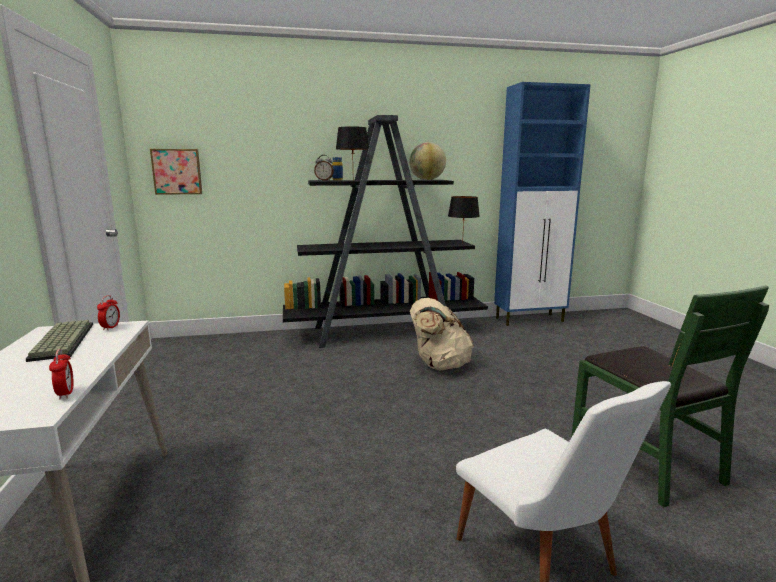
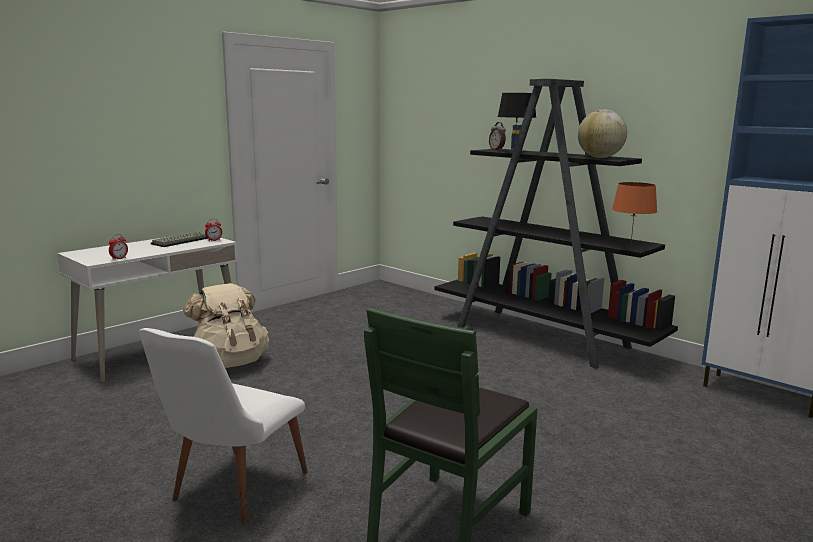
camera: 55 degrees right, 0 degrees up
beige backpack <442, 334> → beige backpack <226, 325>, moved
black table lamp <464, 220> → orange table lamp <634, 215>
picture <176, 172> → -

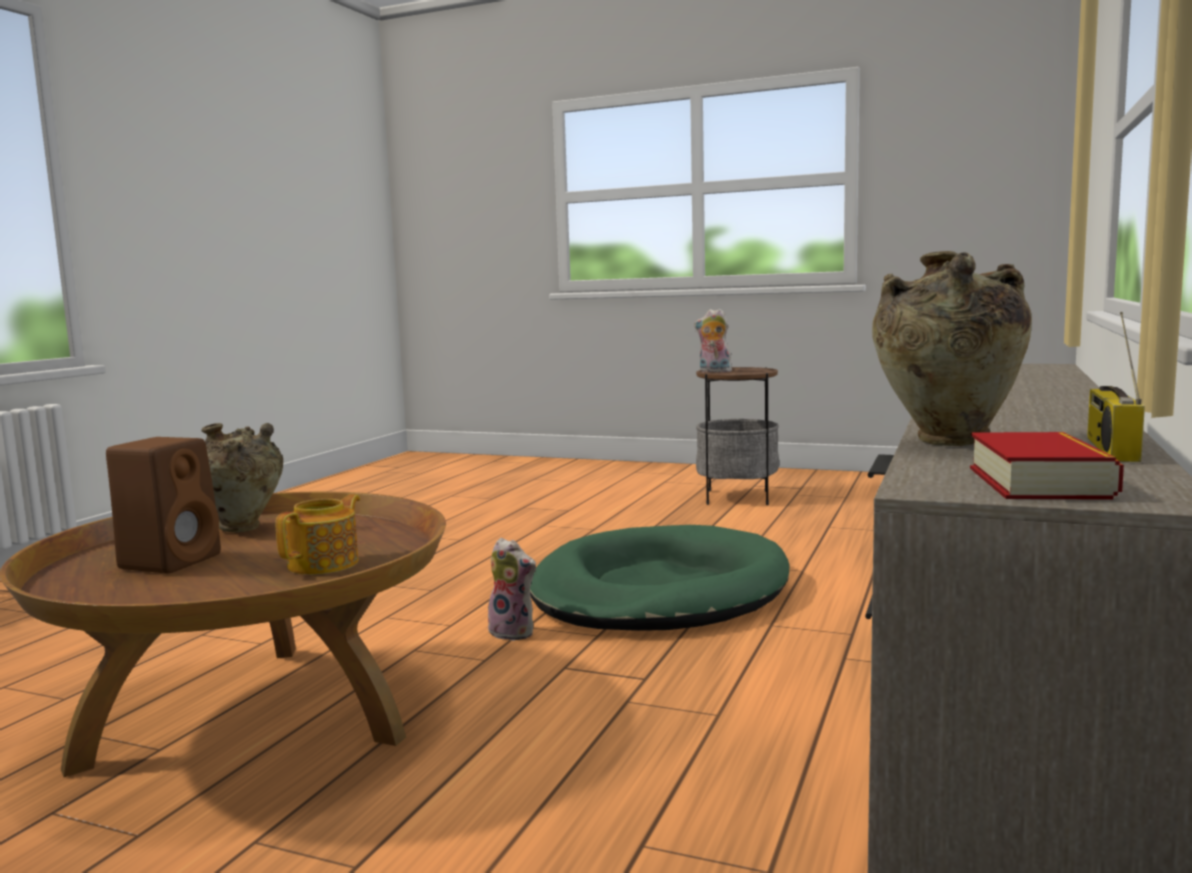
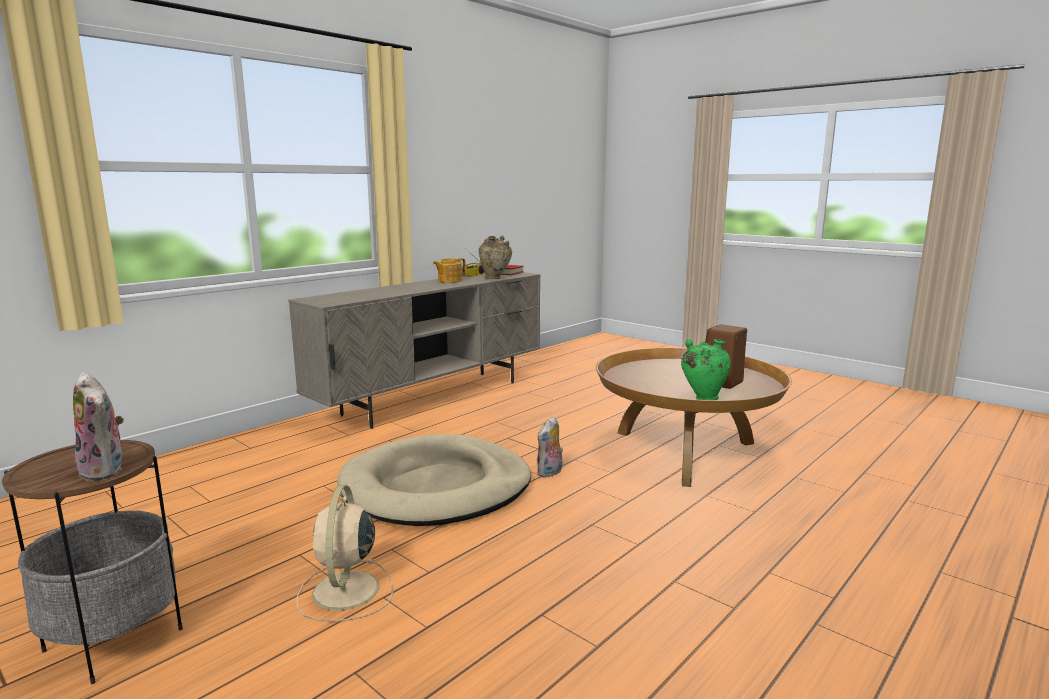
camera: 160 degrees left, 5 degrees up
- → beige fan <345, 553>
green dog bed <659, 578> → beige dog bed <434, 480>
teapot <318, 534> → teapot <449, 270>, moved
plush toy <512, 589> → plush toy <550, 447>, 105 degrees counterclockwise
beige vase <242, 477> → green vase <706, 369>

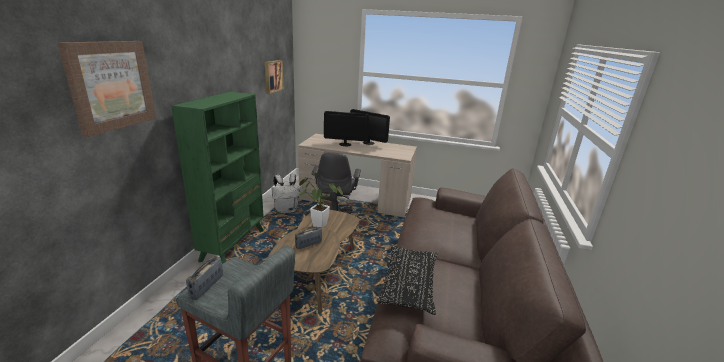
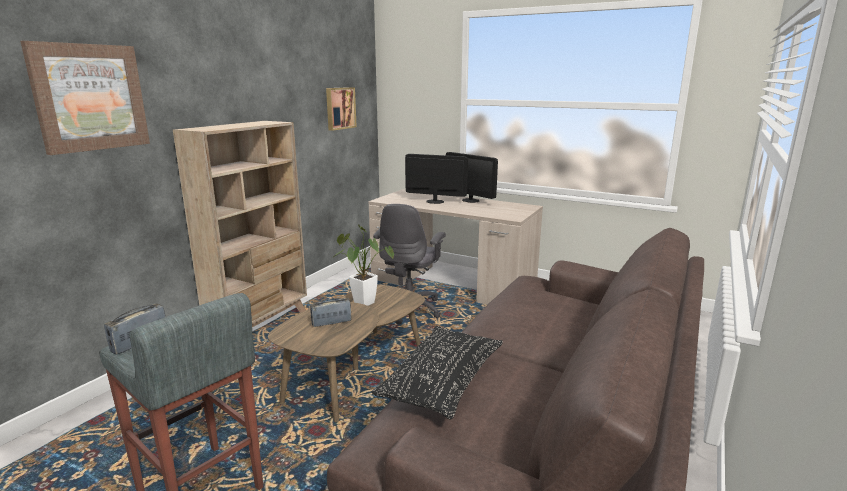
camera: 15 degrees right, 5 degrees down
green bookcase <217, 177> → beige bookcase <240, 224>
white backpack <287, 193> → -

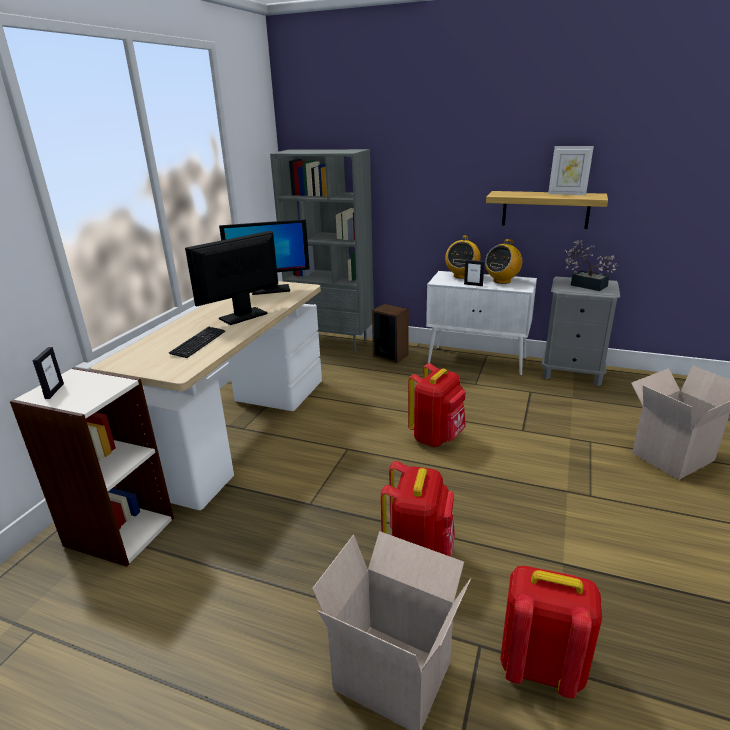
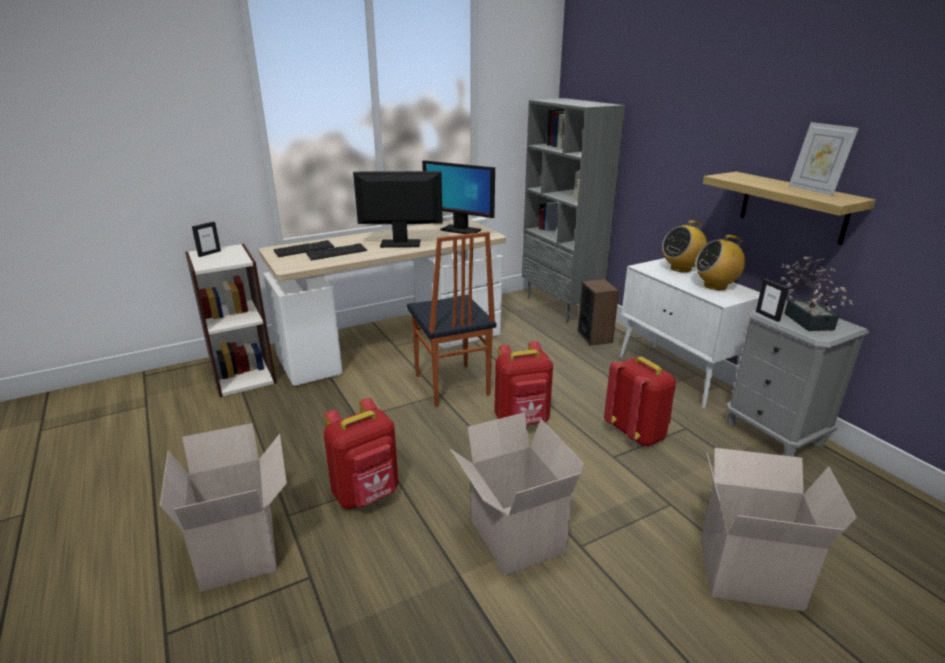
camera: 40 degrees right, 0 degrees up
- → keyboard <303, 248>
- → chair <452, 319>
- → cardboard box <517, 494>
red backpack <551, 632> → red backpack <640, 401>, moved
picture frame <474, 273> → picture frame <772, 300>, moved

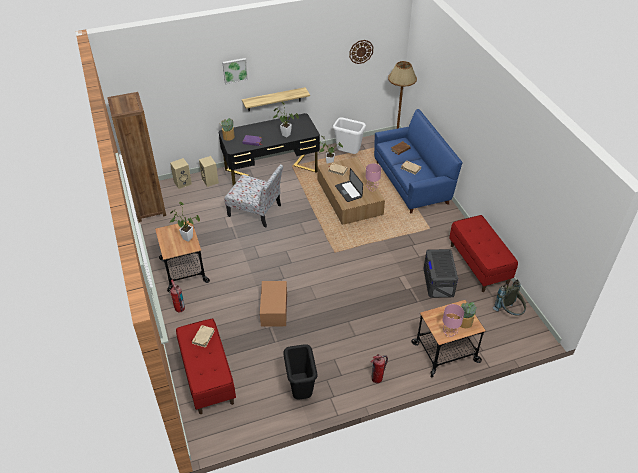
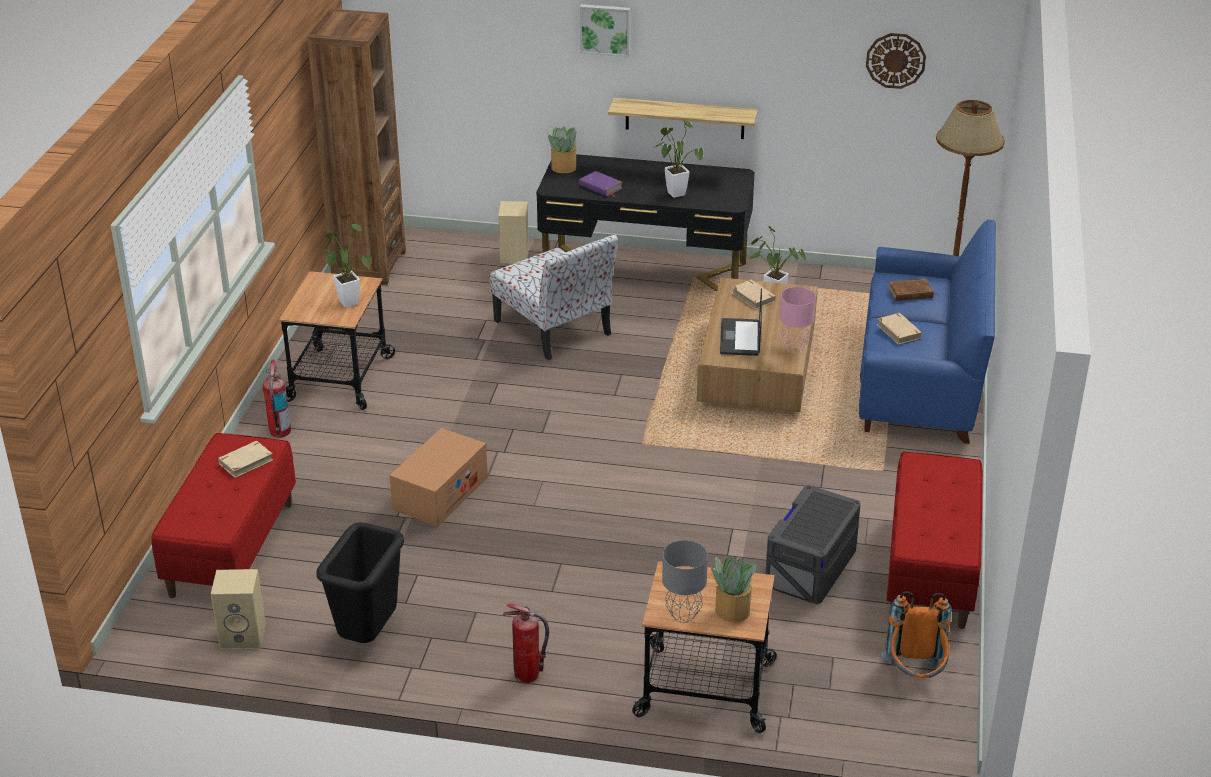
camera: 30 degrees right, 10 degrees down
beige speaker <181, 173> → beige speaker <238, 609>, moved
pink table lamp <453, 320> → grey table lamp <685, 581>
grey backpack <509, 297> → orange backpack <916, 634>
white trash can <349, 135> → -

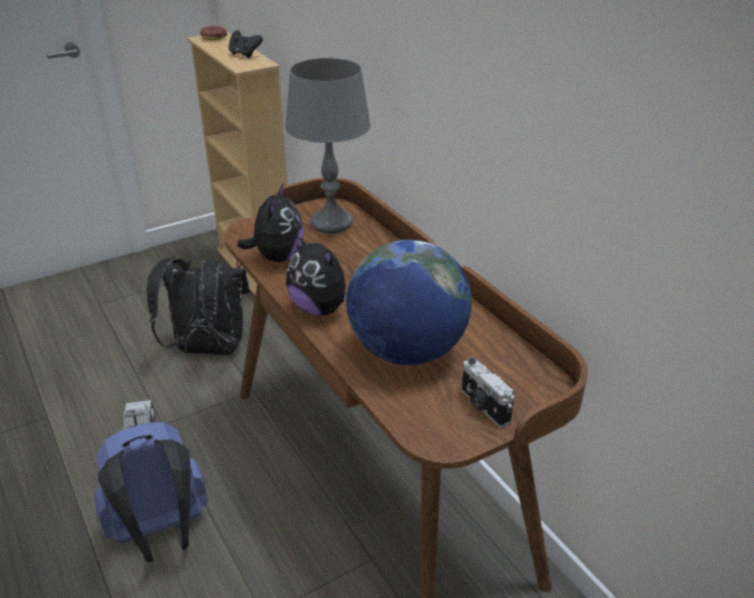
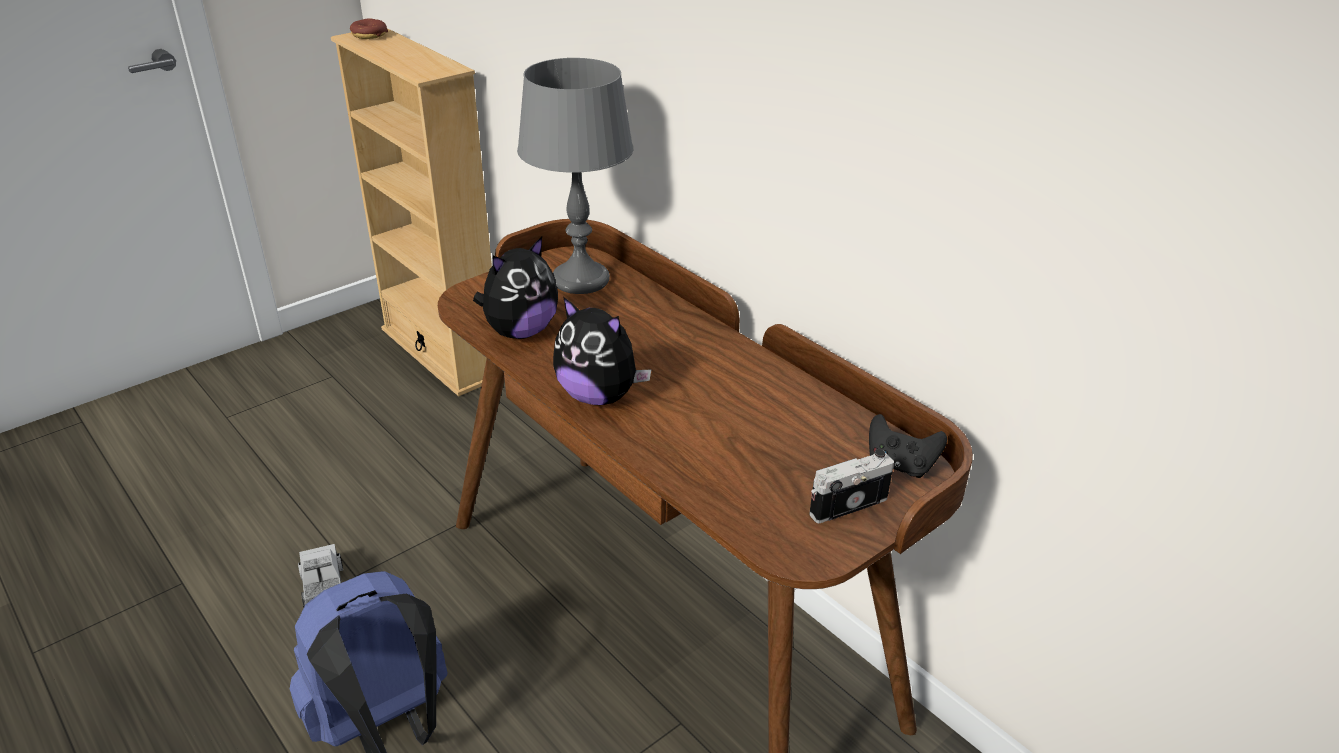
camera: 10 degrees left, 0 degrees up
plush toy <270, 222> → plush toy <515, 288>, 45 degrees clockwise
photo camera <488, 392> → photo camera <851, 486>, 105 degrees clockwise
black game controller <246, 44> → black game controller <908, 446>, moved
black backpack <198, 305> → -
globe <409, 302> → -

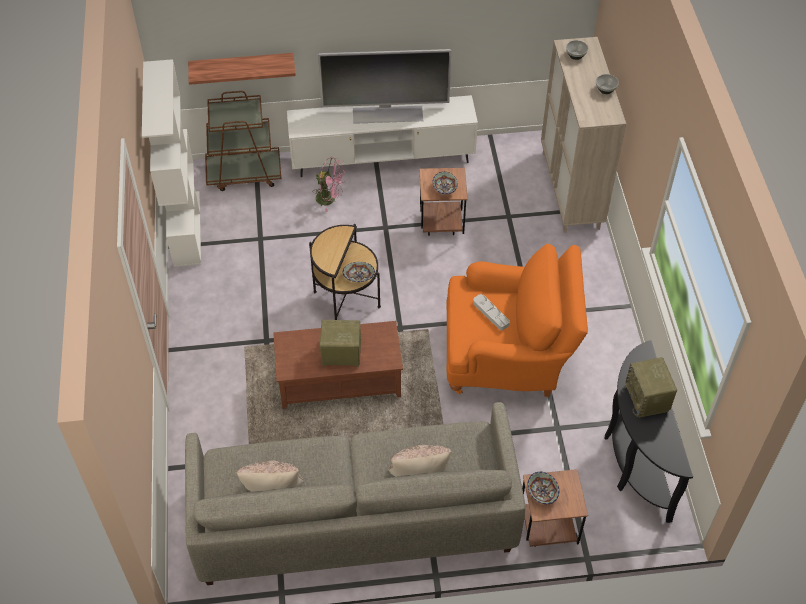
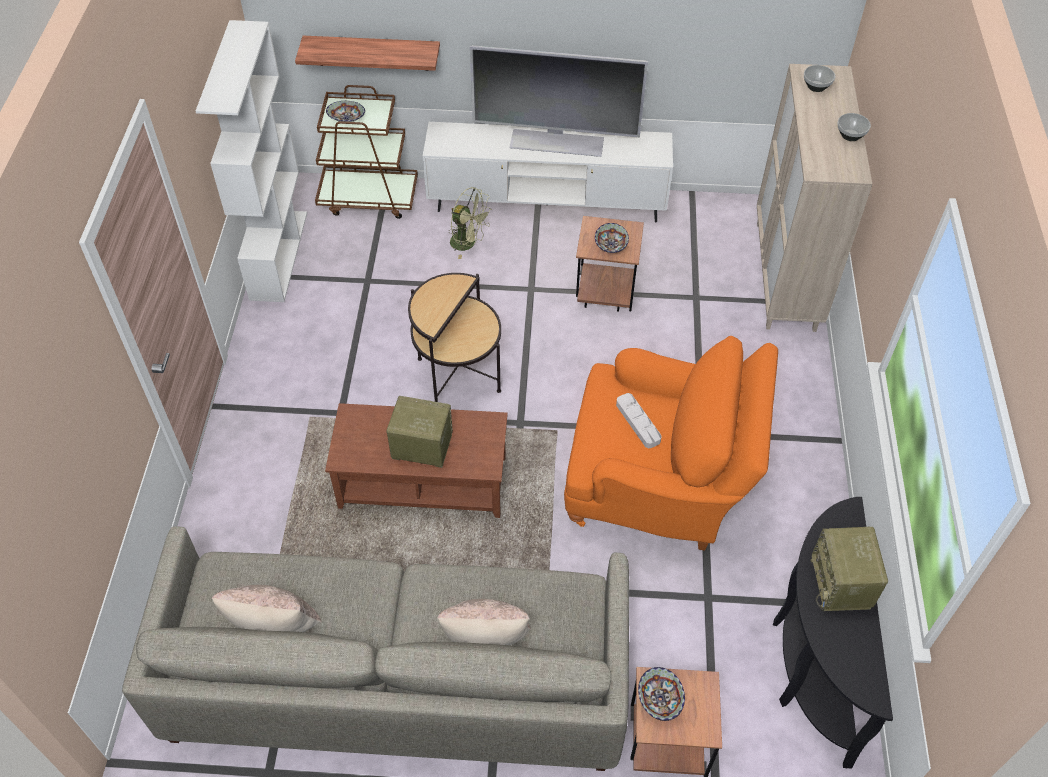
camera: 10 degrees right, 0 degrees up
bowl <359, 272> → bowl <345, 111>, moved
pink fan <329, 184> → green fan <470, 223>

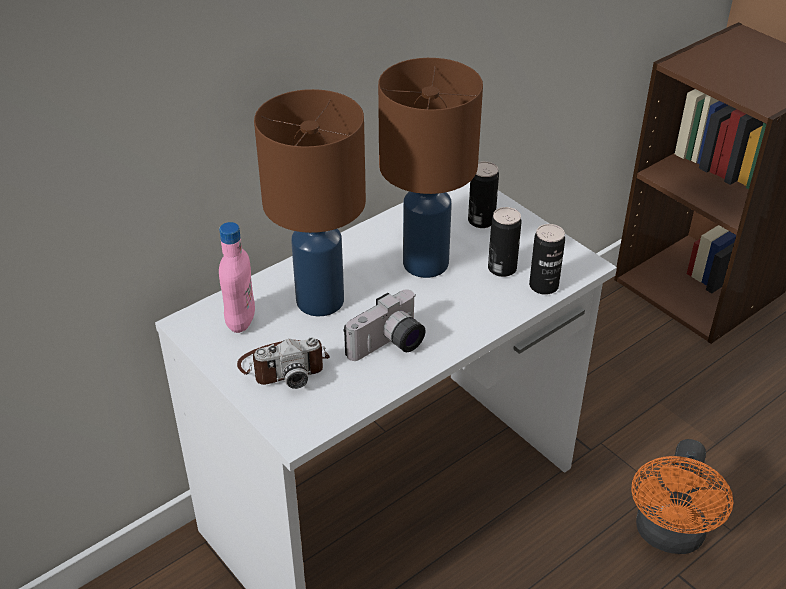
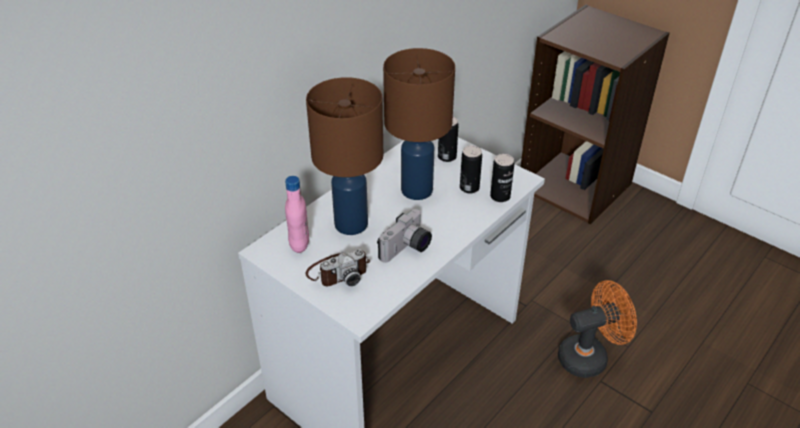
camera: 10 degrees left, 0 degrees up
orange fan <682, 496> → orange fan <597, 329>, 120 degrees counterclockwise

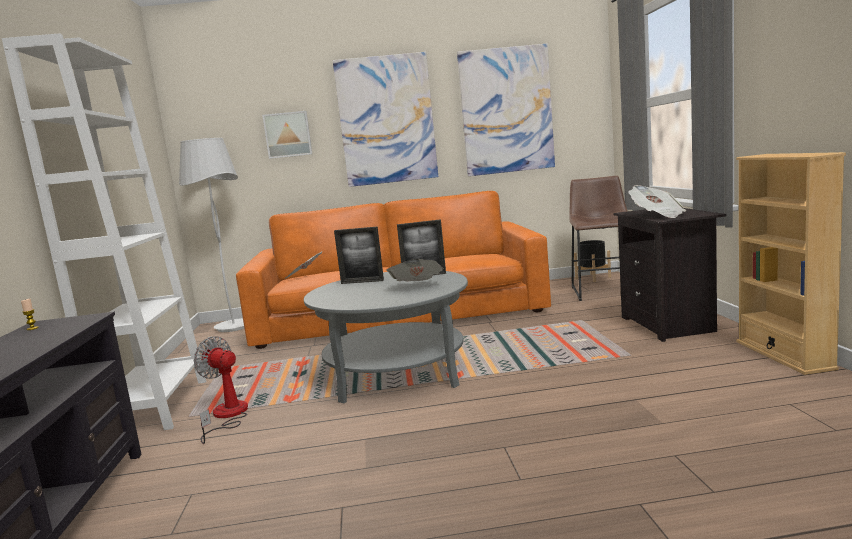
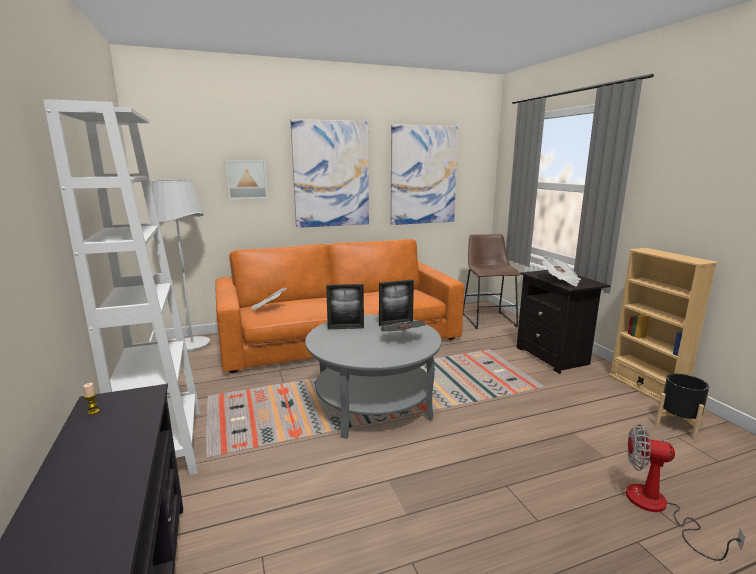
camera: 15 degrees left, 5 degrees up
fan <221, 390> → fan <685, 492>, moved
black planter <592, 261> → black planter <682, 407>, moved

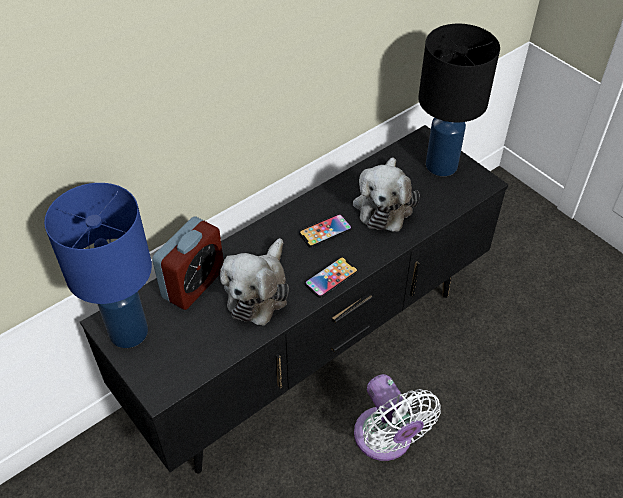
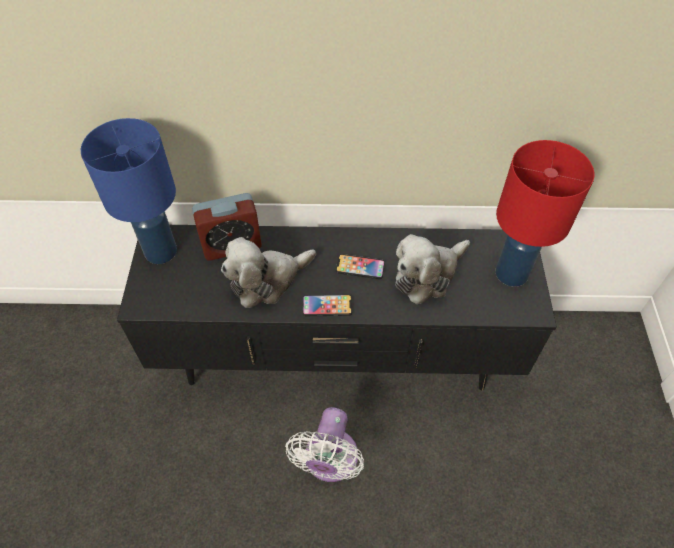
camera: 40 degrees right, 5 degrees up
black table lamp <459, 100> → red table lamp <545, 213>

